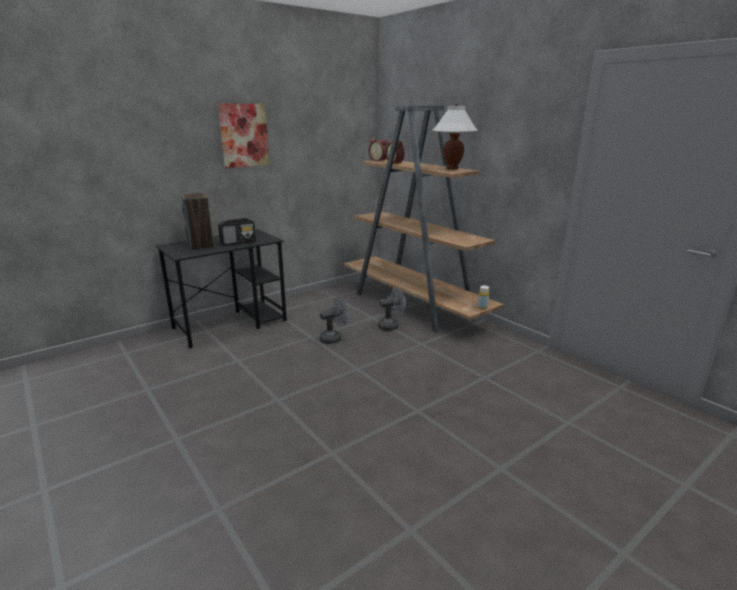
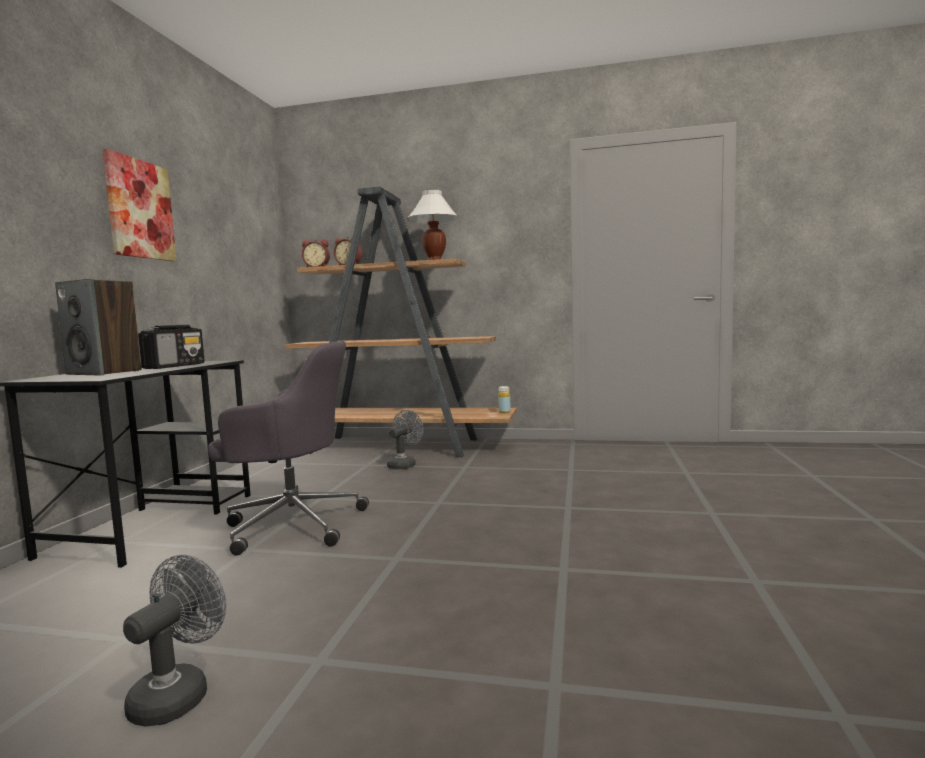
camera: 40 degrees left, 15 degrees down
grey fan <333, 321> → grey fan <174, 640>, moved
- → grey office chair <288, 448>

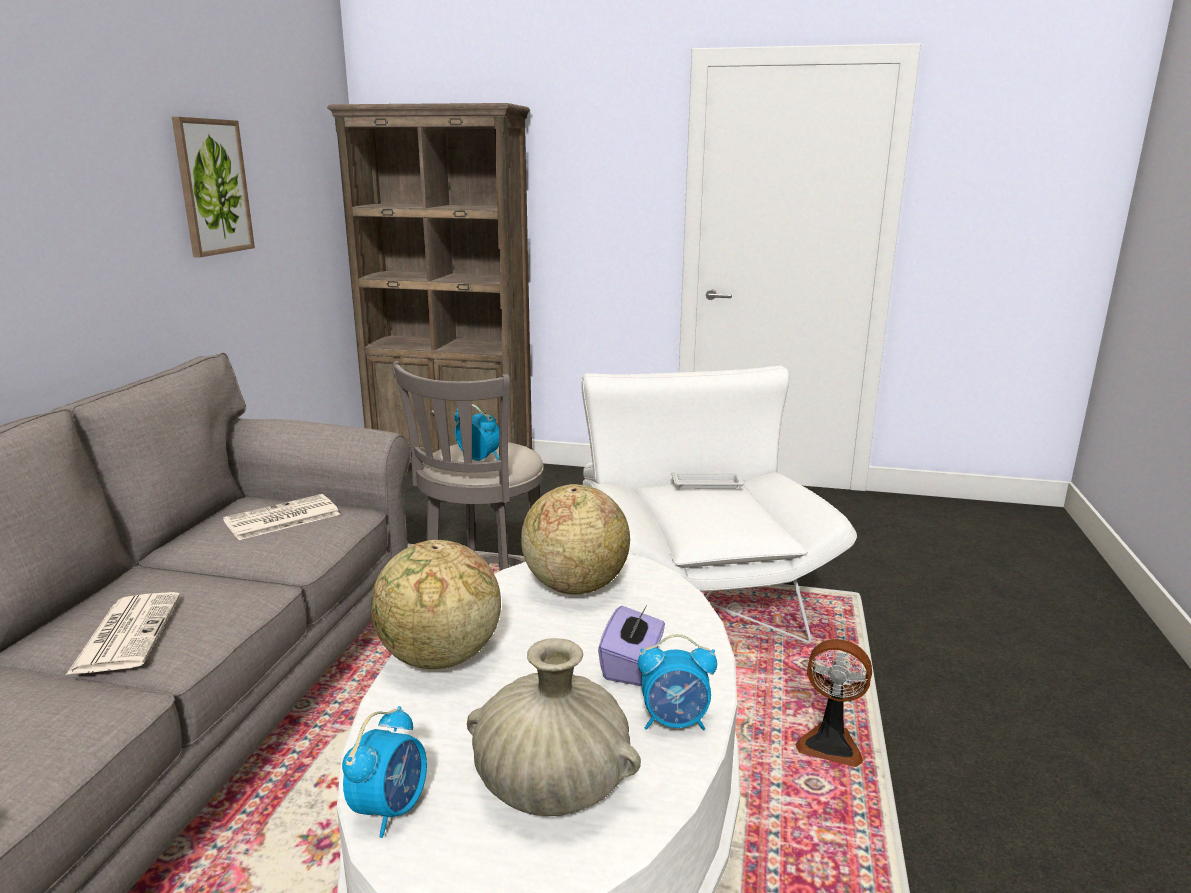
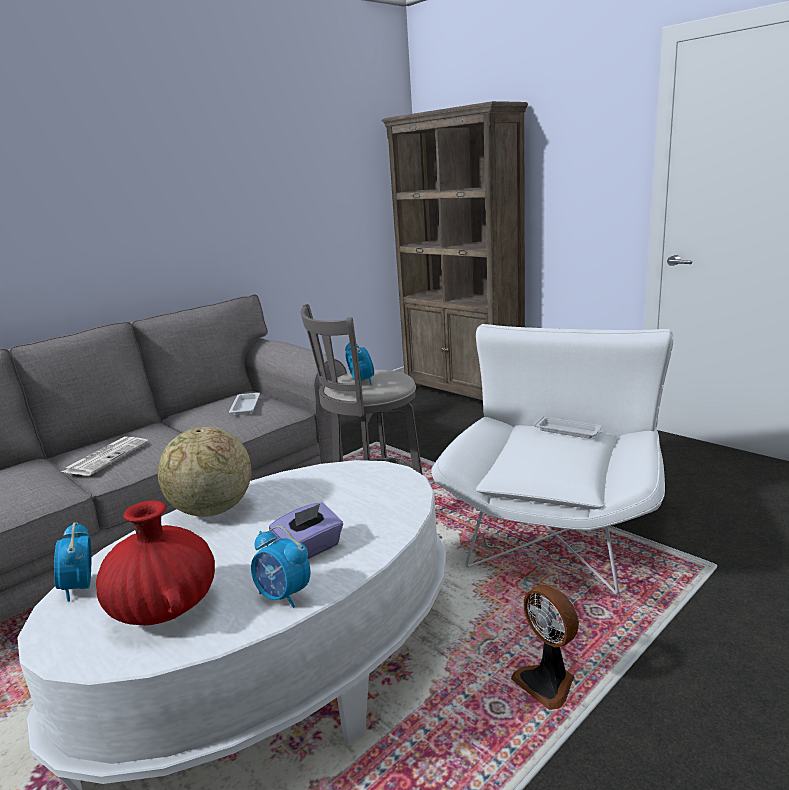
camera: 35 degrees right, 0 degrees up
alarm clock <384, 772> → alarm clock <72, 562>, 105 degrees clockwise
beige vase <554, 727> → red vase <155, 562>
newspaper <281, 517> → white tray <244, 404>
picture <213, 187> → -
globe <575, 539> → -

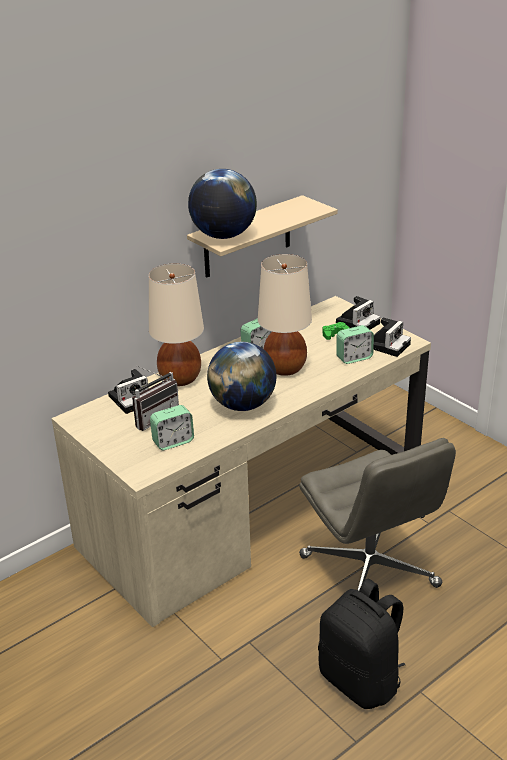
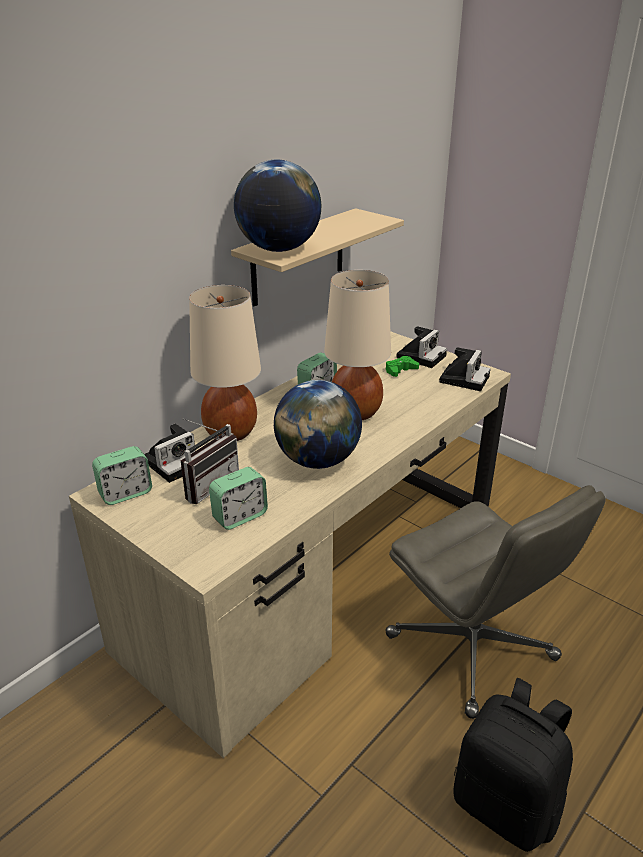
camera: 10 degrees left, 0 degrees up
alarm clock <355, 344> → alarm clock <122, 475>, moved

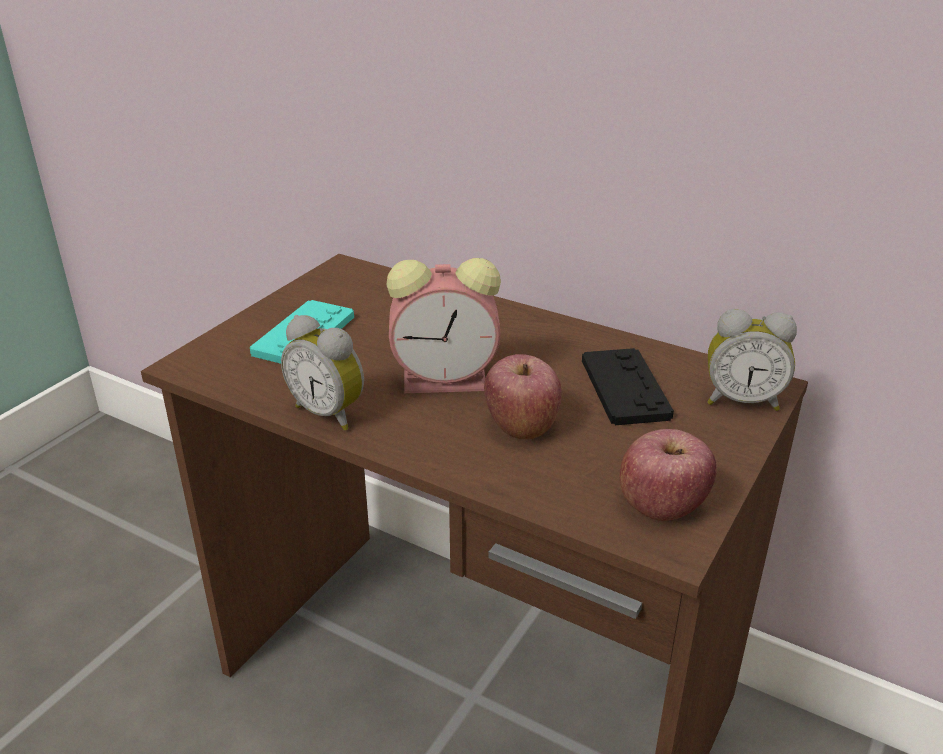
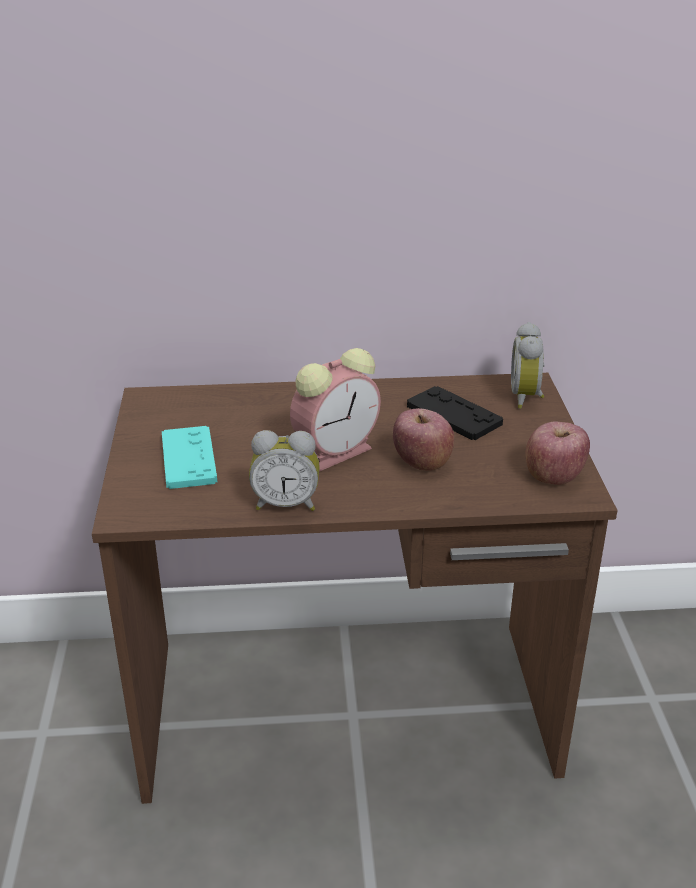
camera: 35 degrees left, 0 degrees up
alarm clock <752, 360> → alarm clock <527, 365>, 120 degrees clockwise

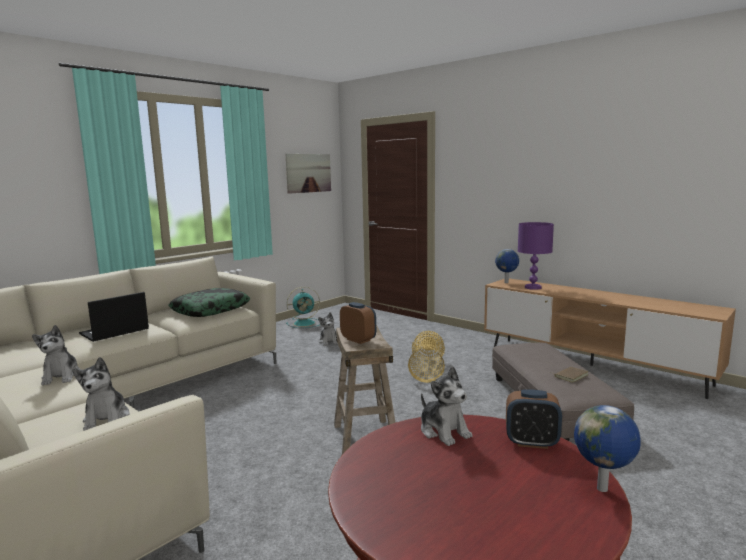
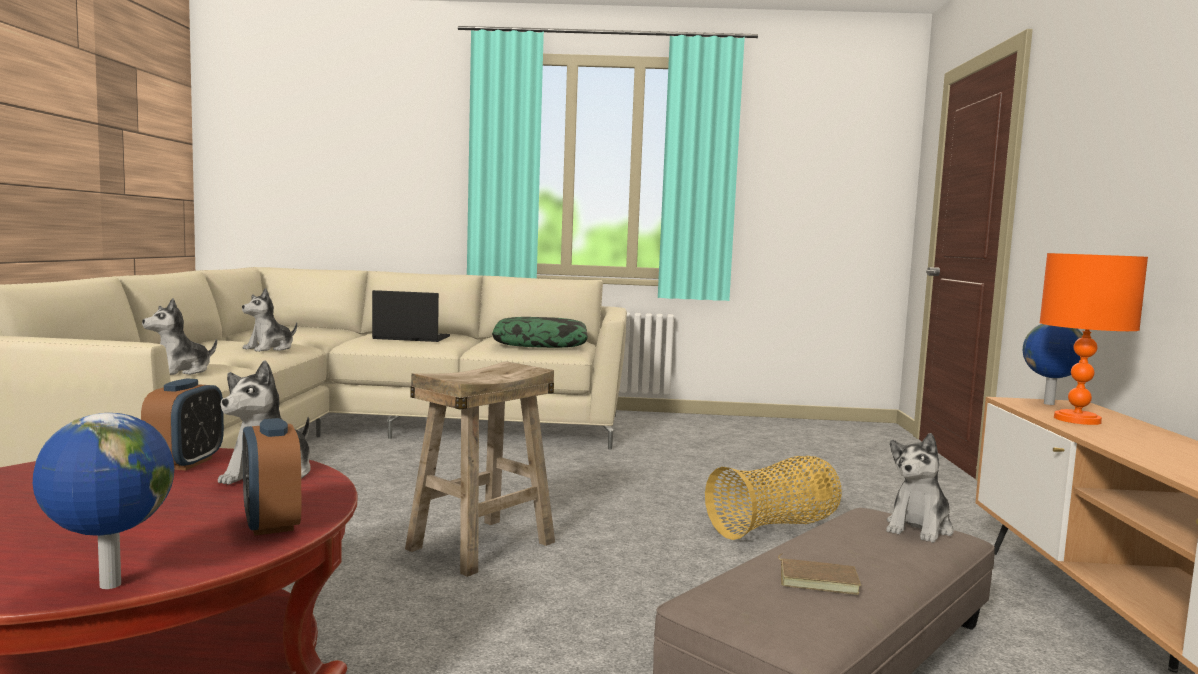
camera: 50 degrees right, 5 degrees down
alarm clock <358, 323> → alarm clock <182, 424>, moved
plush toy <328, 329> → plush toy <920, 488>, moved
purple table lamp <536, 256> → orange table lamp <1093, 339>
picture <308, 174> → -
turquoise fan <303, 307> → -

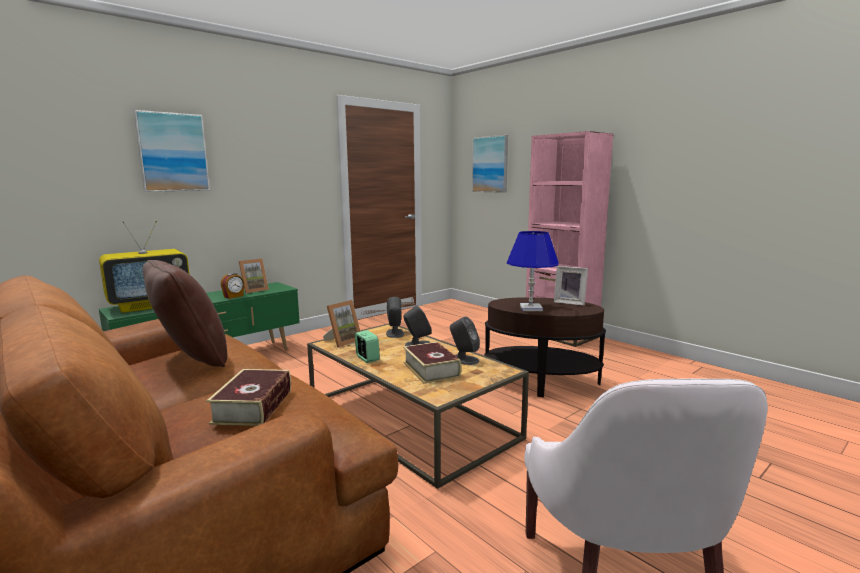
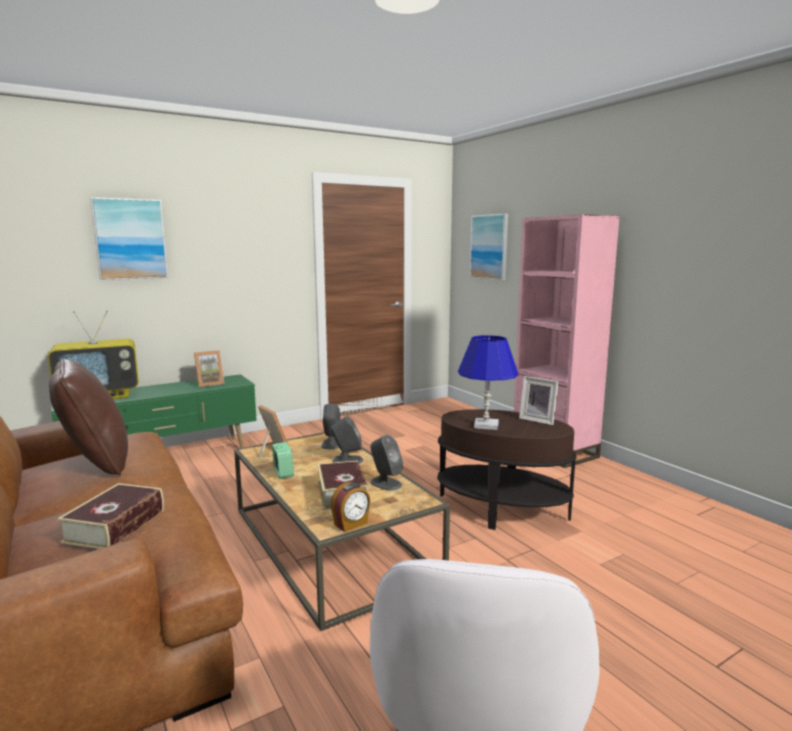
camera: 10 degrees right, 0 degrees up
picture frame <342, 323> → picture frame <273, 431>, 90 degrees counterclockwise
alarm clock <232, 286> → alarm clock <350, 507>, moved

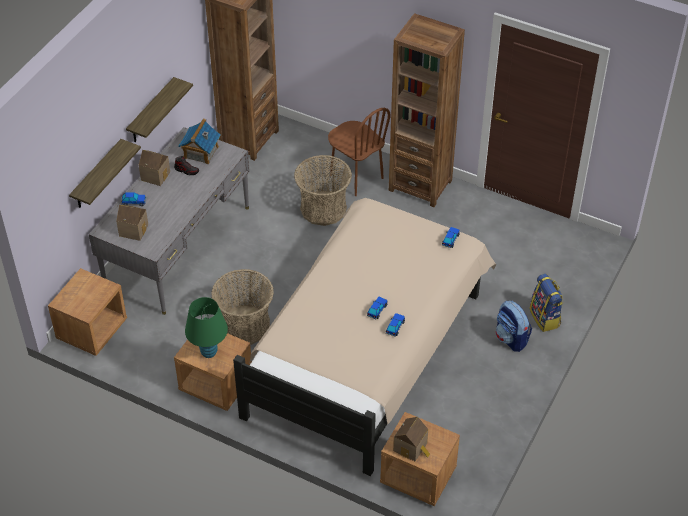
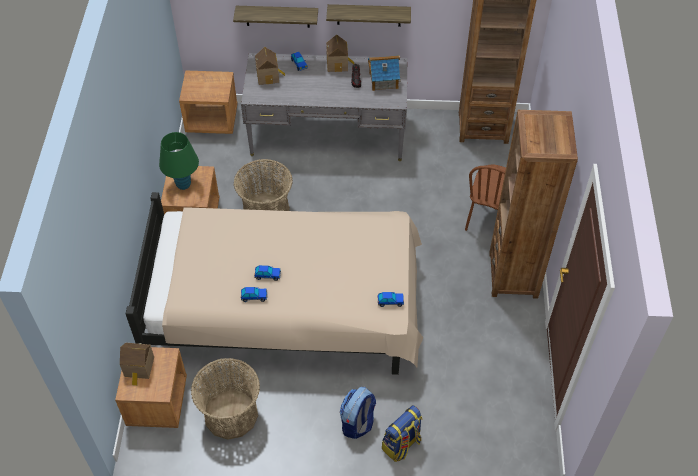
camera: 65 degrees right, 5 degrees up
basket <323, 190> → basket <225, 399>, moved

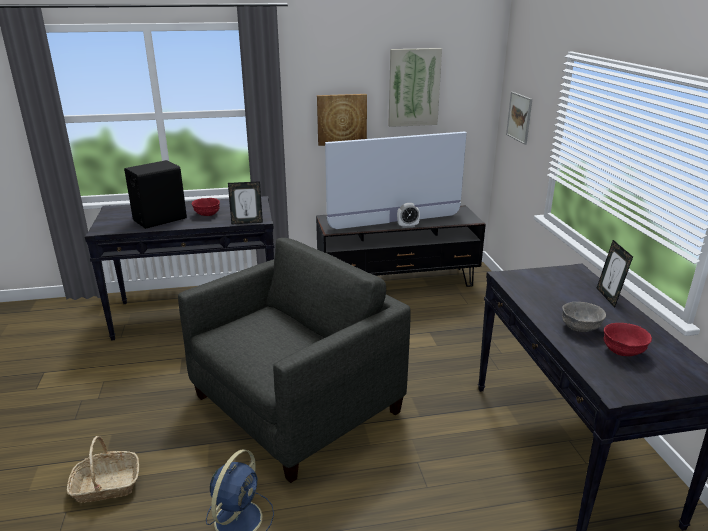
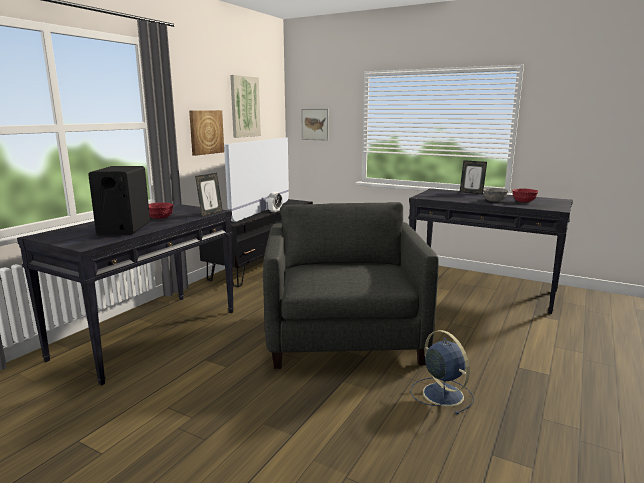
camera: 50 degrees left, 10 degrees down
basket <103, 469> → -

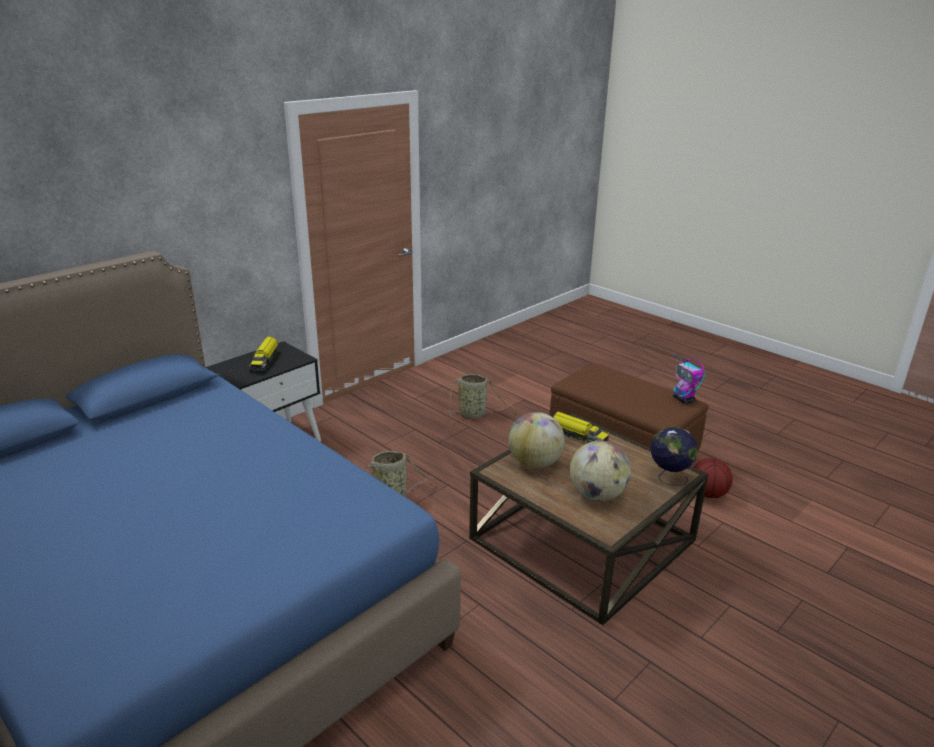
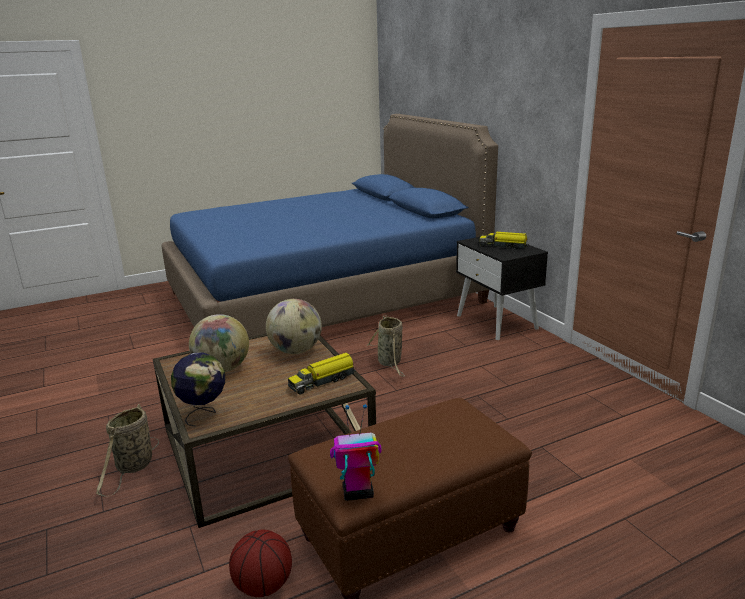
camera: 110 degrees right, 5 degrees down
basket <478, 396> → basket <127, 450>, moved

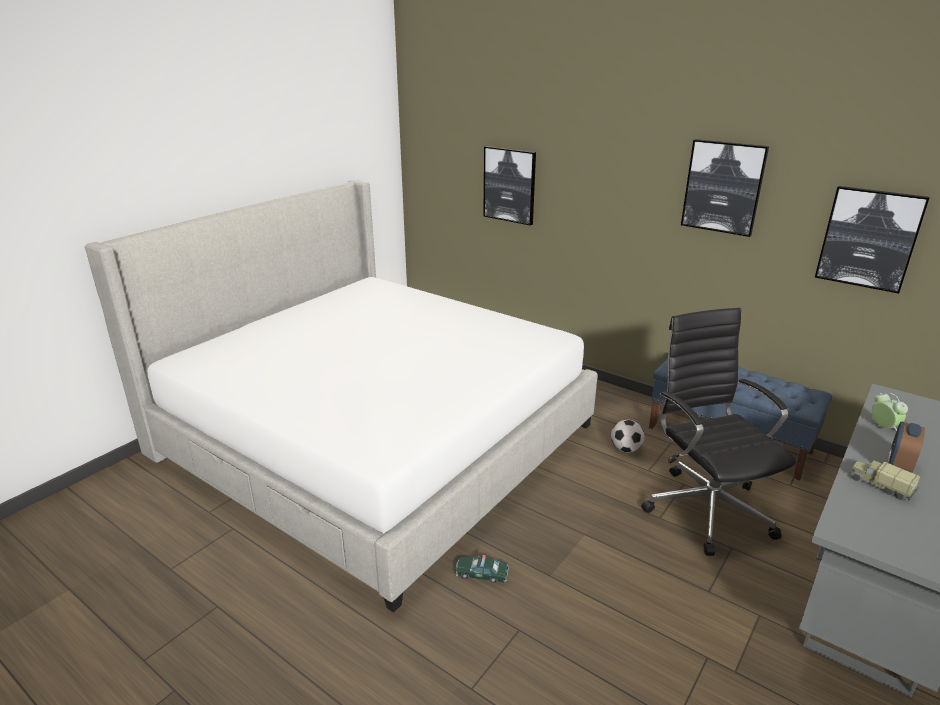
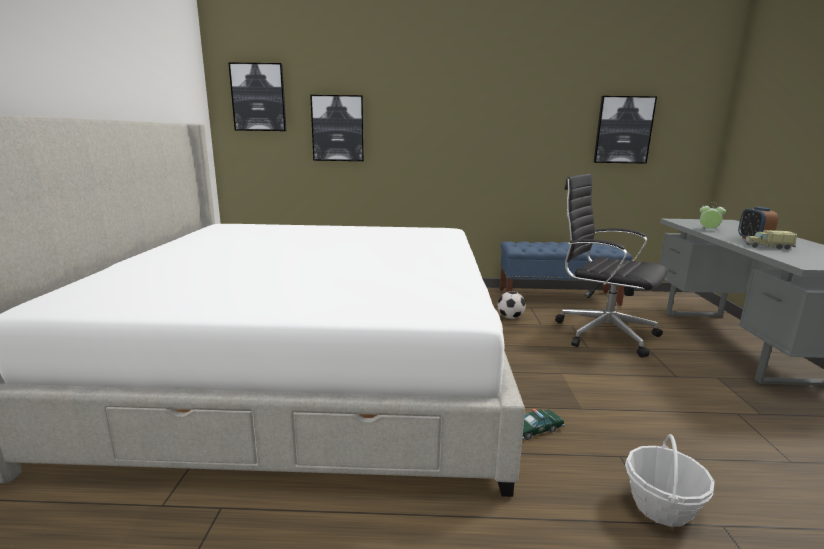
camera: 35 degrees left, 10 degrees down
picture <725, 188> → picture <257, 97>, moved
- → basket <670, 480>

